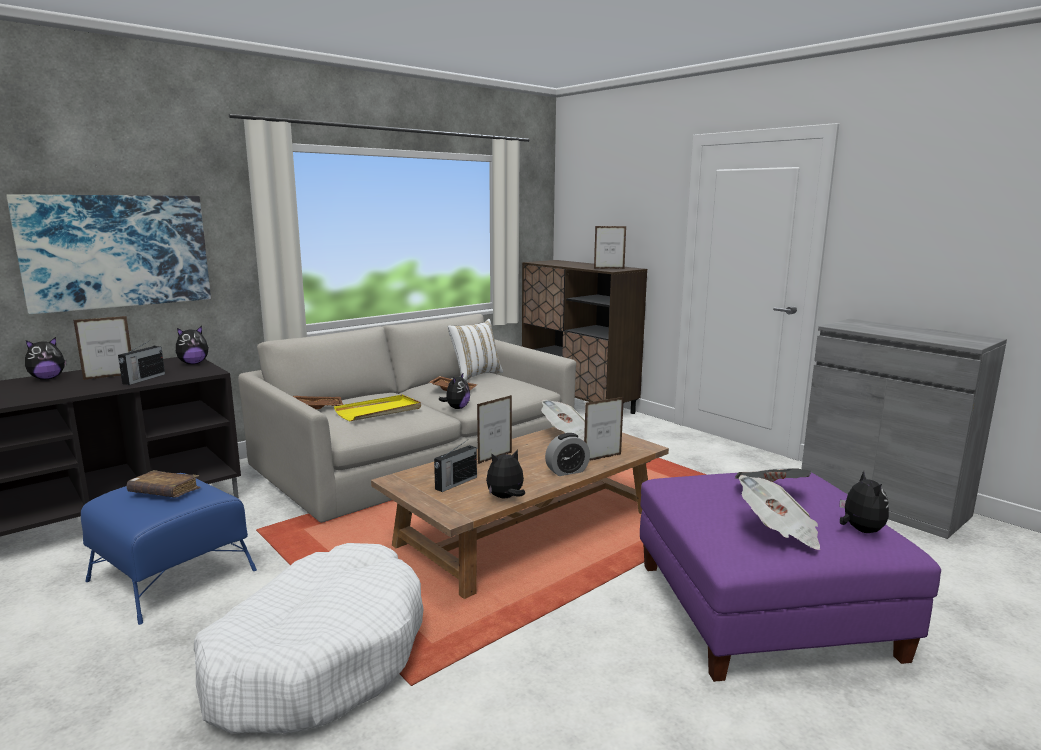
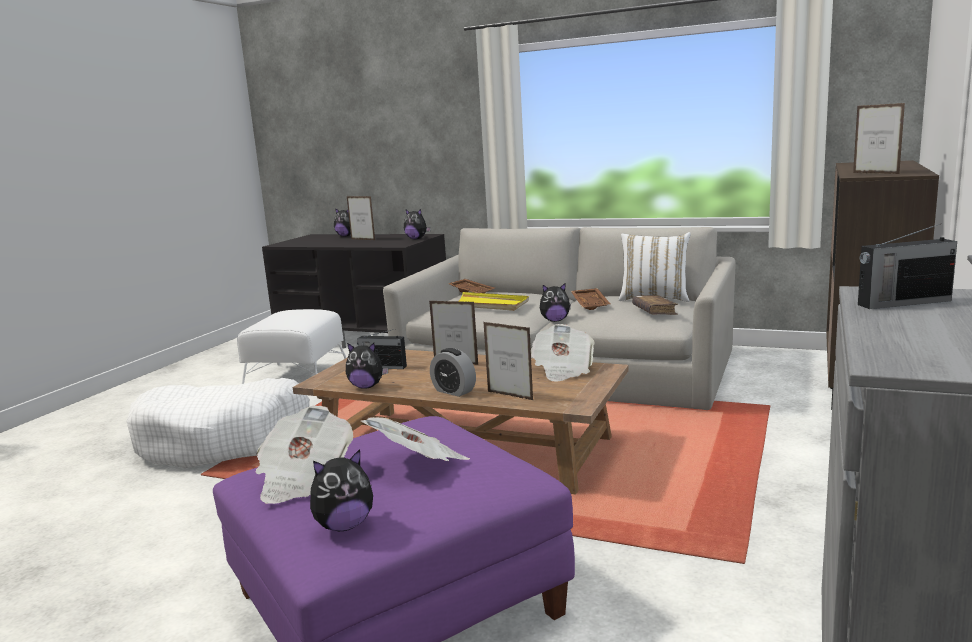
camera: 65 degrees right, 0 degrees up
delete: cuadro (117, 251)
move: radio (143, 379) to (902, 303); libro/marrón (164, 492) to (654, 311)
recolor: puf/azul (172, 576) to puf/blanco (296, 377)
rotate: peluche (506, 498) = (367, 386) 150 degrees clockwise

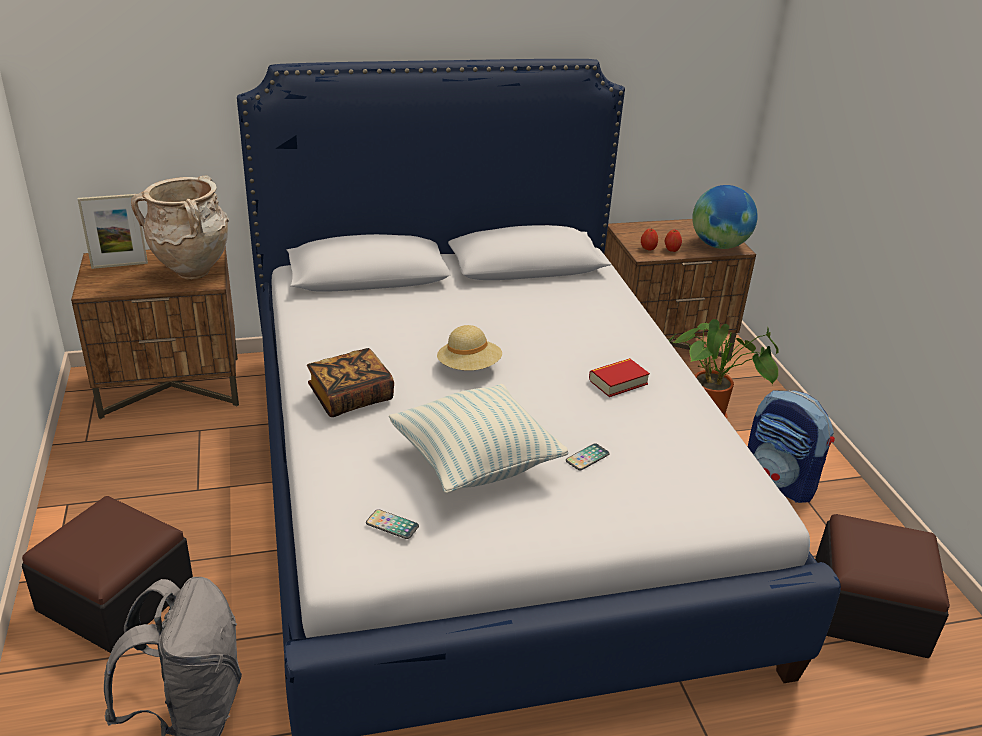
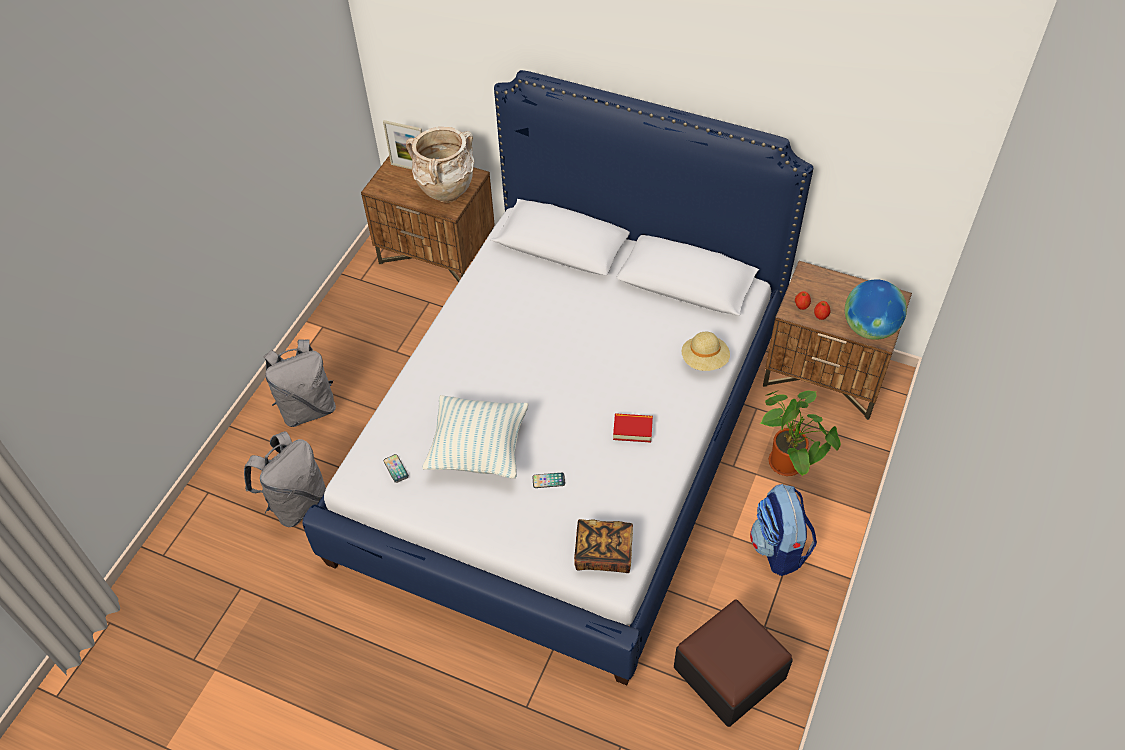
camera: 40 degrees right, 20 degrees up
move: sombrero/beis (469, 368) to (704, 360); libro (351, 397) to (603, 553)
replace: puf (116, 597) to mochila/gris (308, 408)

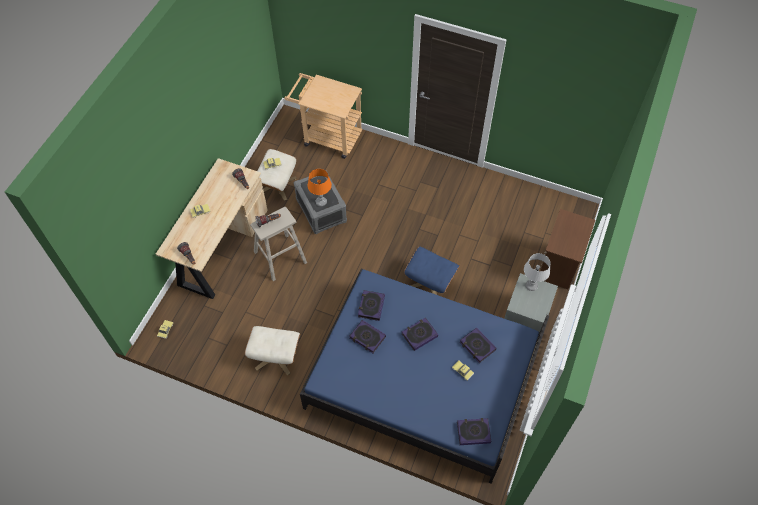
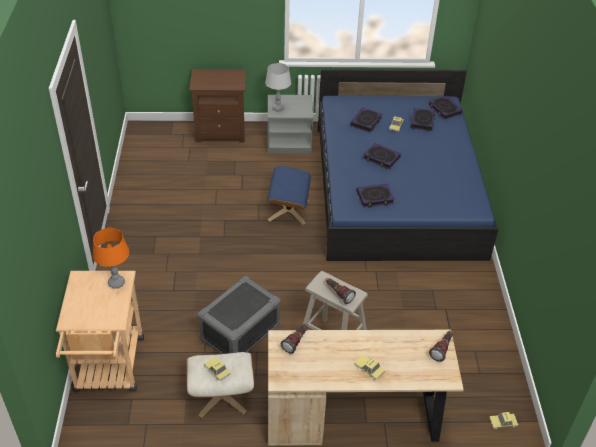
camera: 115 degrees left, 15 degrees down
delete: puf/beis (276, 356)
move: lámpara de mesa/naranja (321, 202) to (116, 283); libro (367, 337) to (422, 121)

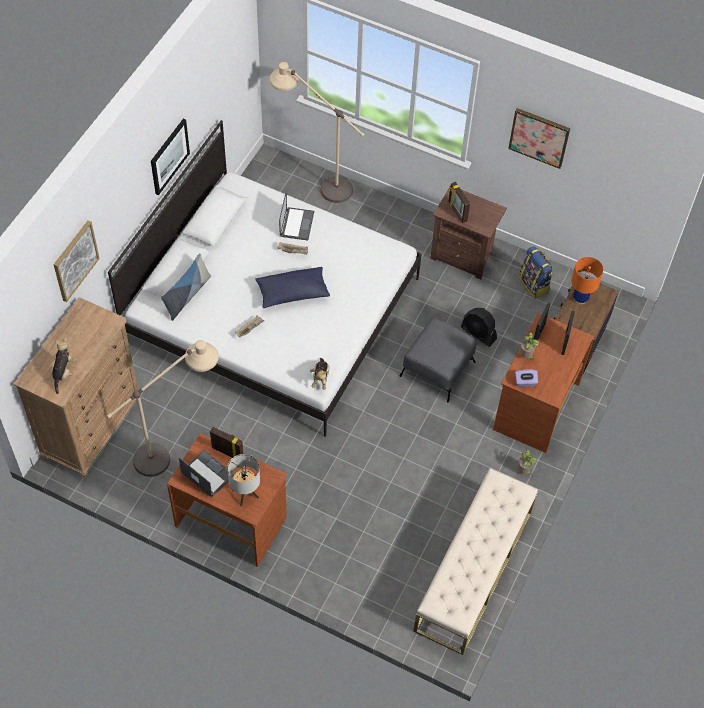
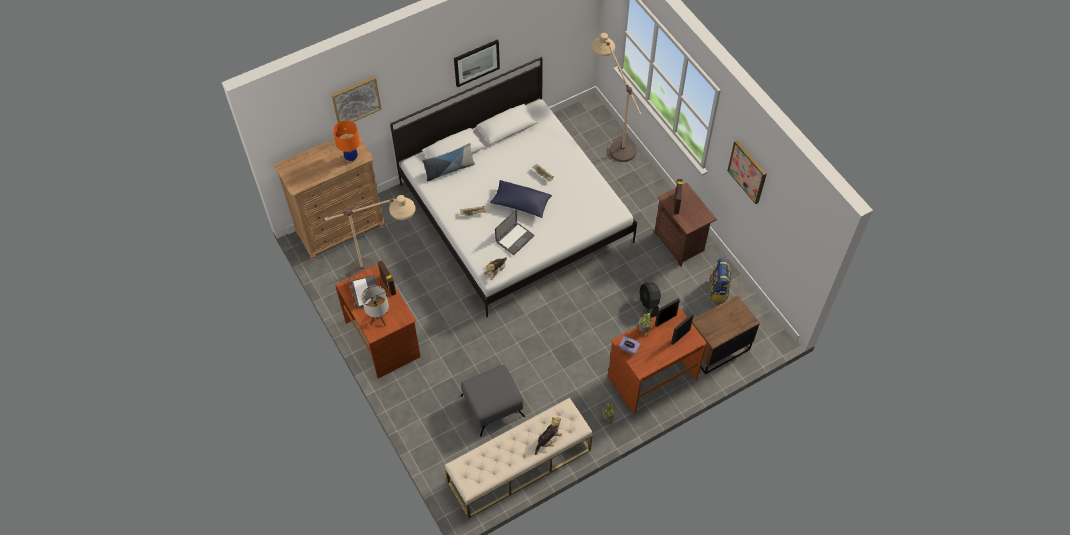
camera: 35 degrees right, 0 degrees up
move: portátil (296, 223) to (515, 238); lámpara de mesa/naranja (580, 299) to (351, 157); puf/gris (437, 369) to (492, 406); peluche (63, 372) to (548, 440)

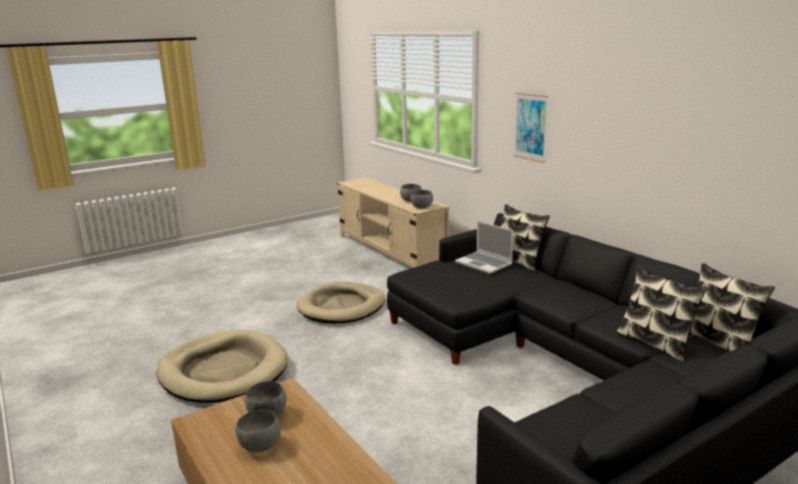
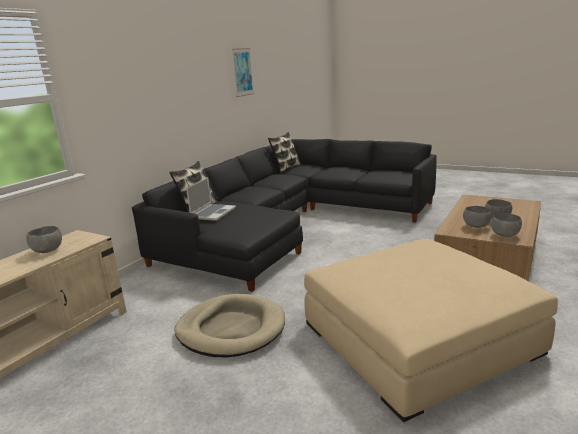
camera: 115 degrees left, 0 degrees up
delete: cojín (655, 343)
move: cuadro (530, 127) to (242, 72); cuenco/gris (422, 208) to (505, 235)
replace: cama para perro/beis (223, 371) to puf/beis (418, 339)

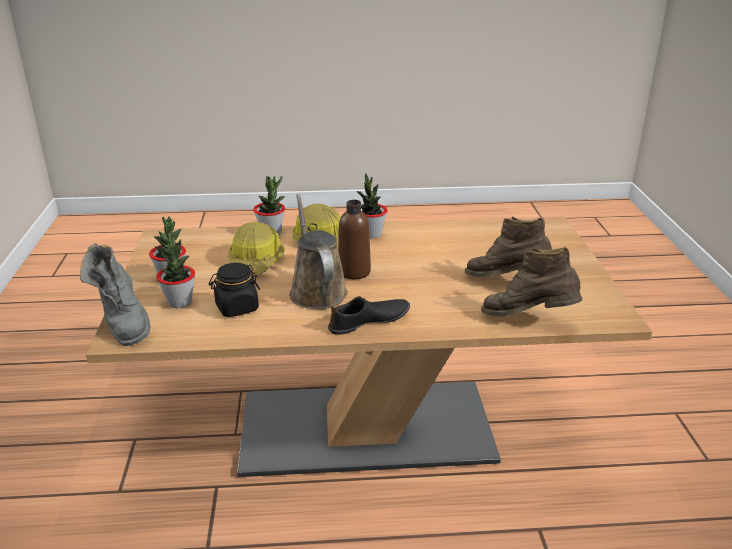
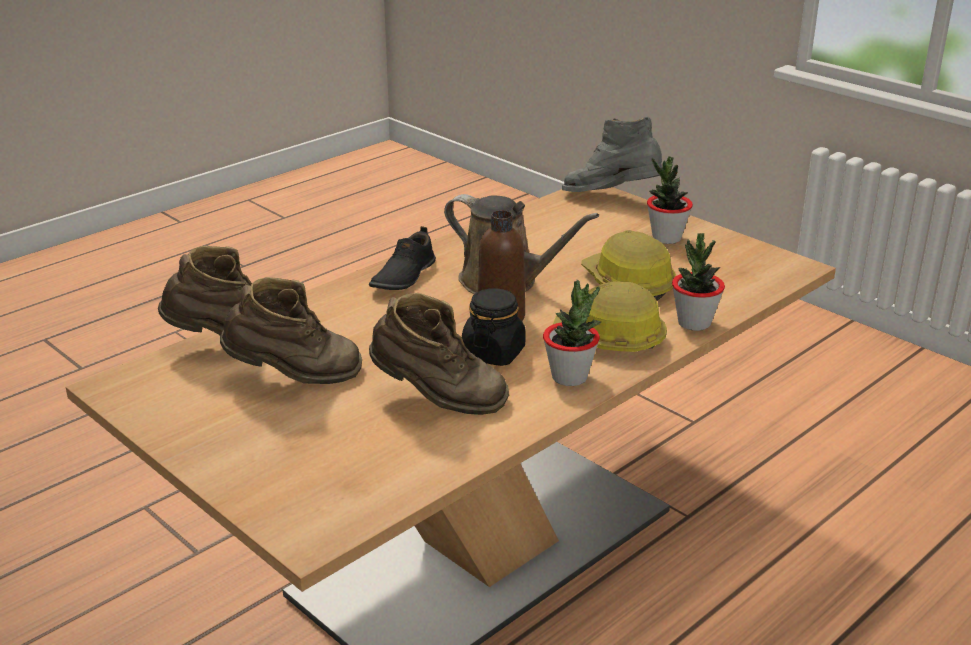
camera: 140 degrees right, 0 degrees up
delete: planta en maceta (180, 302)
insert: bota/marrón (438, 400)
move: tarro/negro (236, 308) to (493, 353)

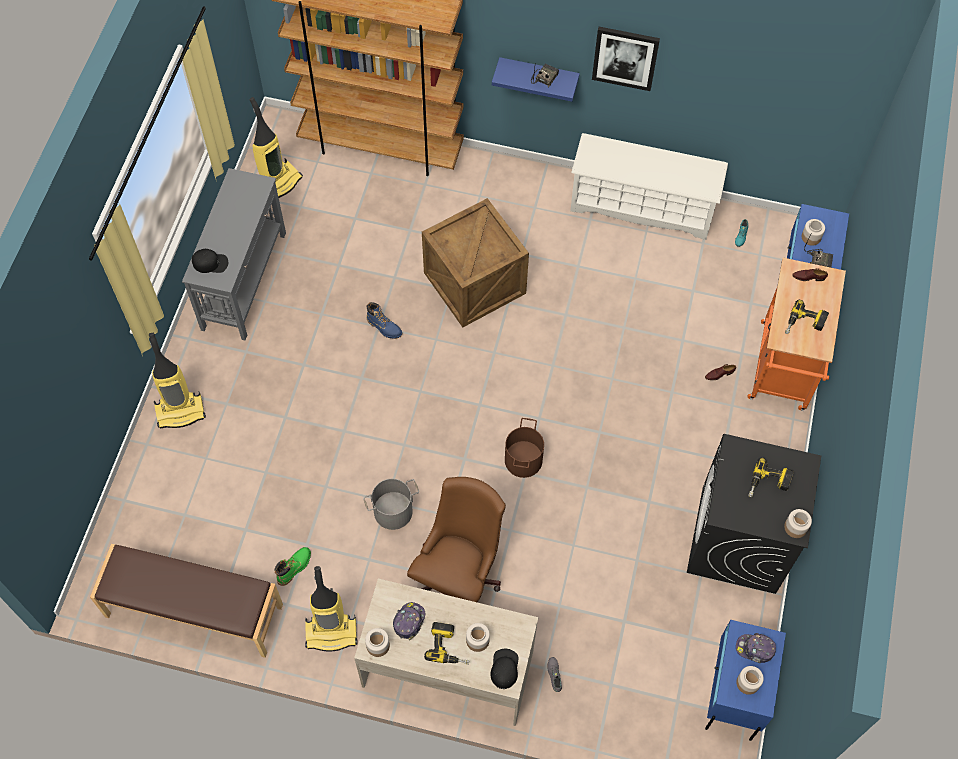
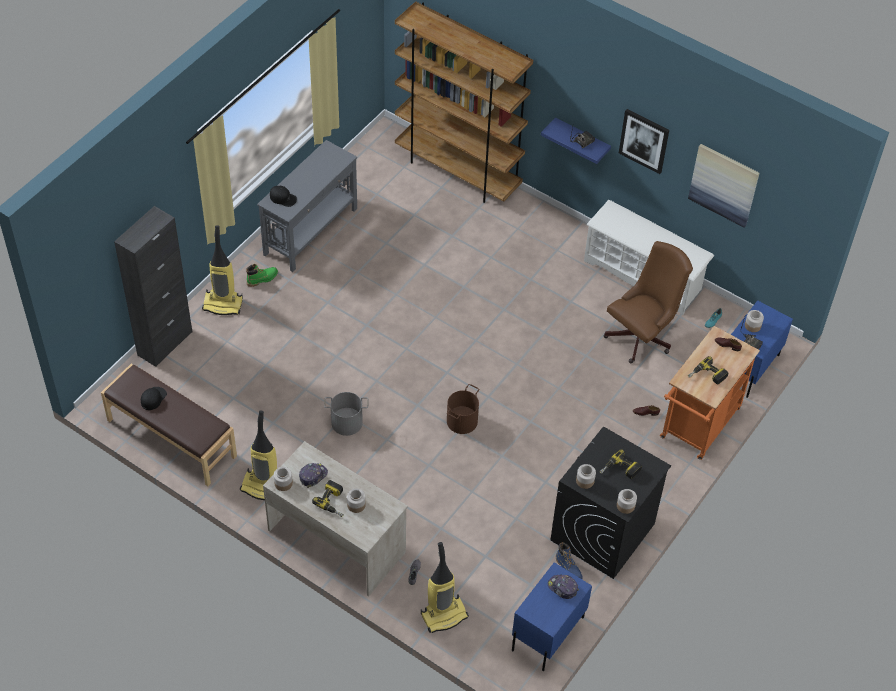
camera: 20 degrees right, 10 degrees down
delete: caja de embalaje (475, 281)
insert: cuadro (724, 184); armario/negro (165, 343)
move: aspiradora (278, 182) to (444, 615); bota/azul (384, 327) to (568, 568); silla de oficina/marrón (459, 574) to (642, 335); bota/verde (294, 567) to (262, 279); gorra/negro (504, 668) to (153, 398); tarro (747, 683) to (584, 481)

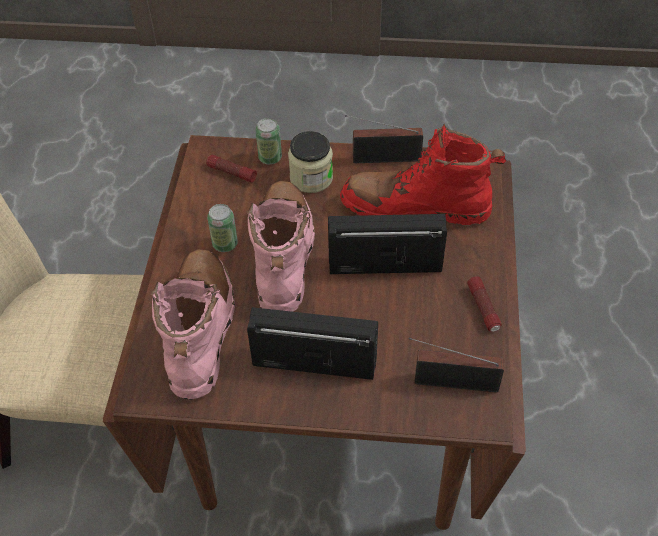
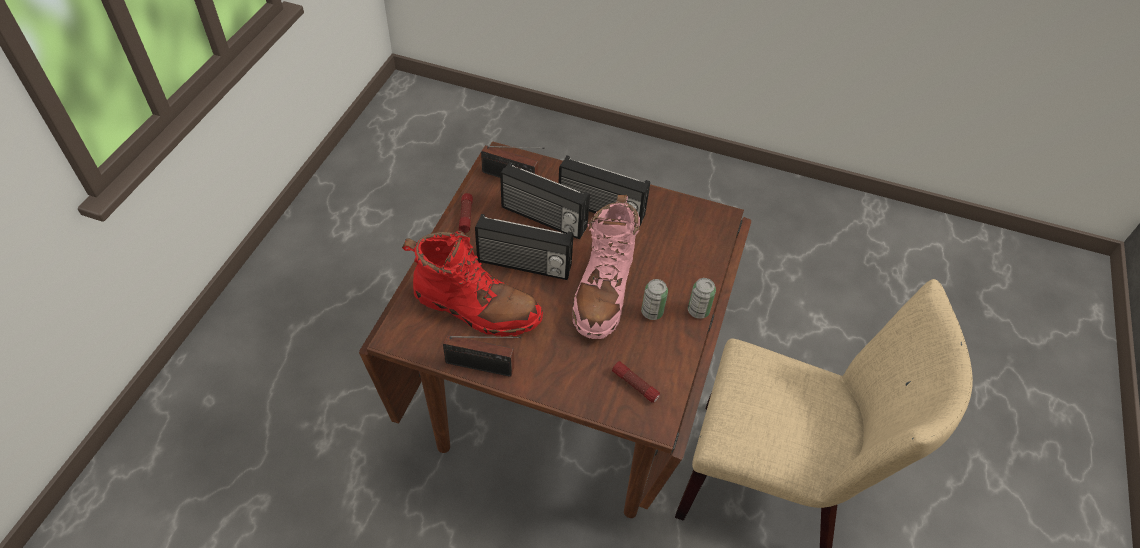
camera: 170 degrees left, 0 degrees up
delete: tarro (311, 178); bota/rosa (201, 330)
insert: radio (543, 219)
move: lata (270, 158) to (698, 311)

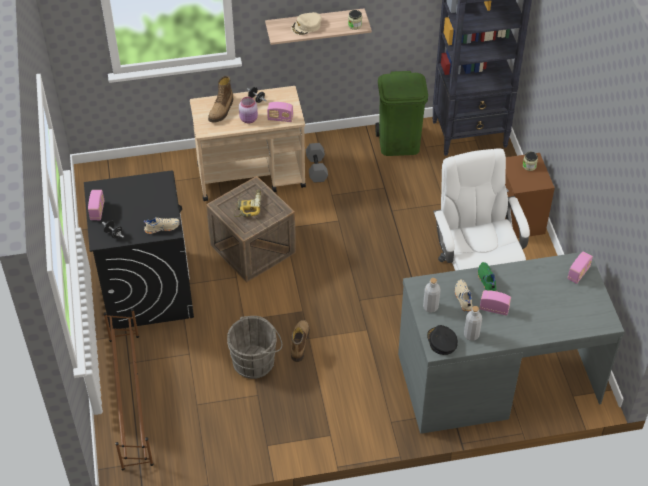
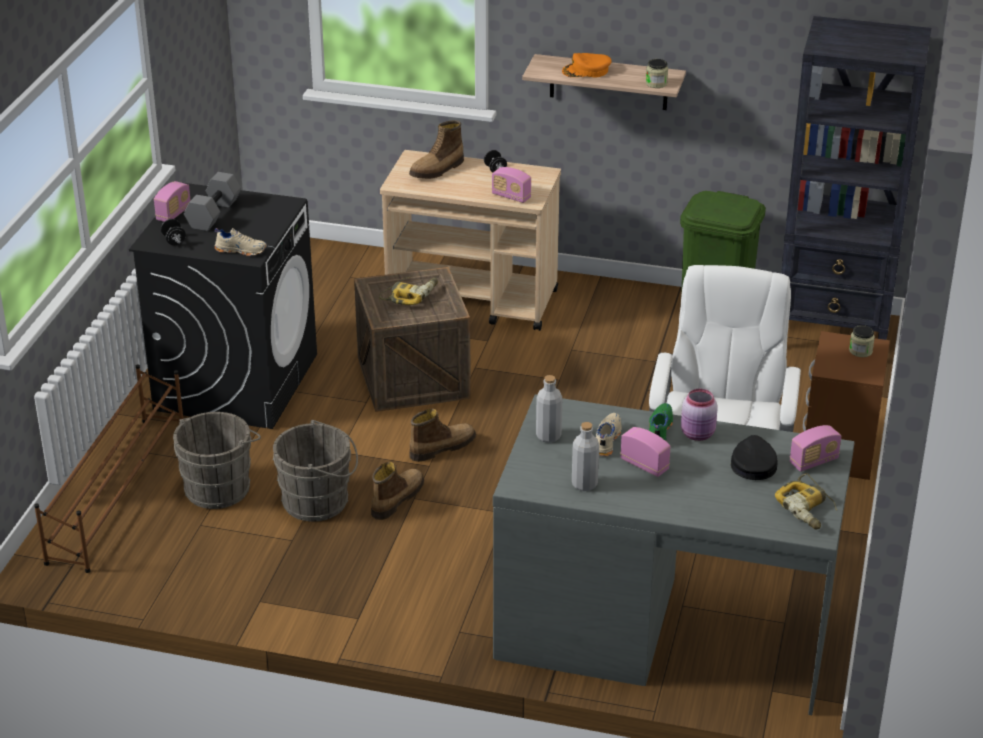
camera: 25 degrees right, 15 degrees down
insert: bota (442, 447); cubo/gris (220, 487); taladro (808, 508)
move: tarro/rosa (249, 119) to (698, 434); mancuerna/gris (317, 168) to (214, 214); gorra/negro (441, 341) to (753, 464)
recolor: gorra/beis (306, 26) to gorra/naranja (586, 71)

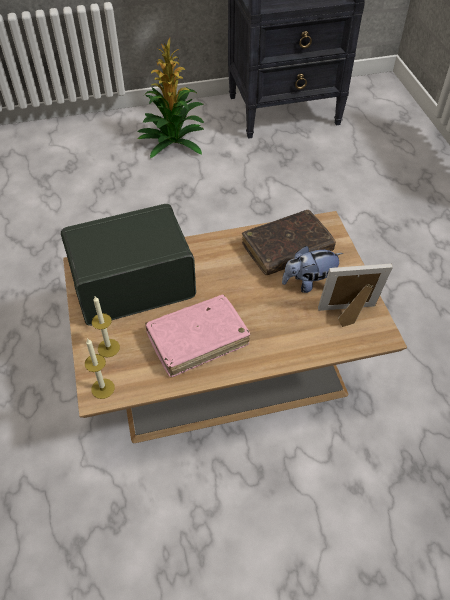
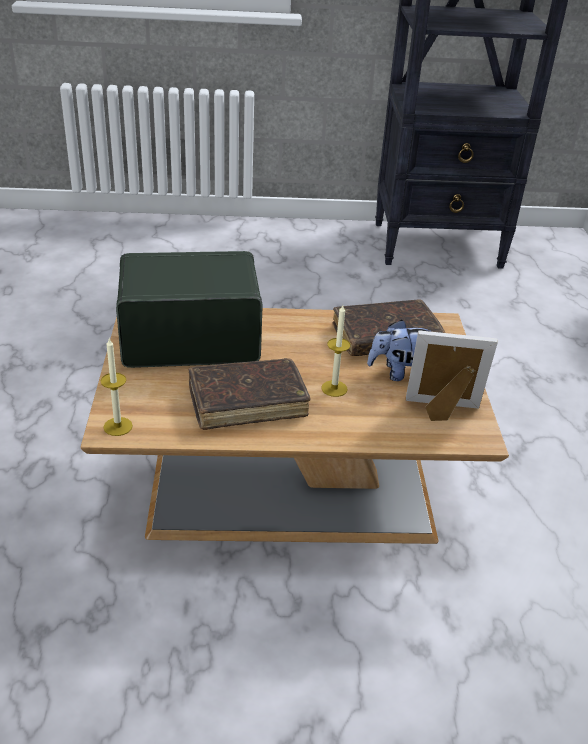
camera: 10 degrees right, 15 degrees down
delete: planta en maceta (173, 140)
move: vela (108, 348) to (334, 388)
recolor: libro/rosa (197, 340) to libro/marrón (247, 402)

